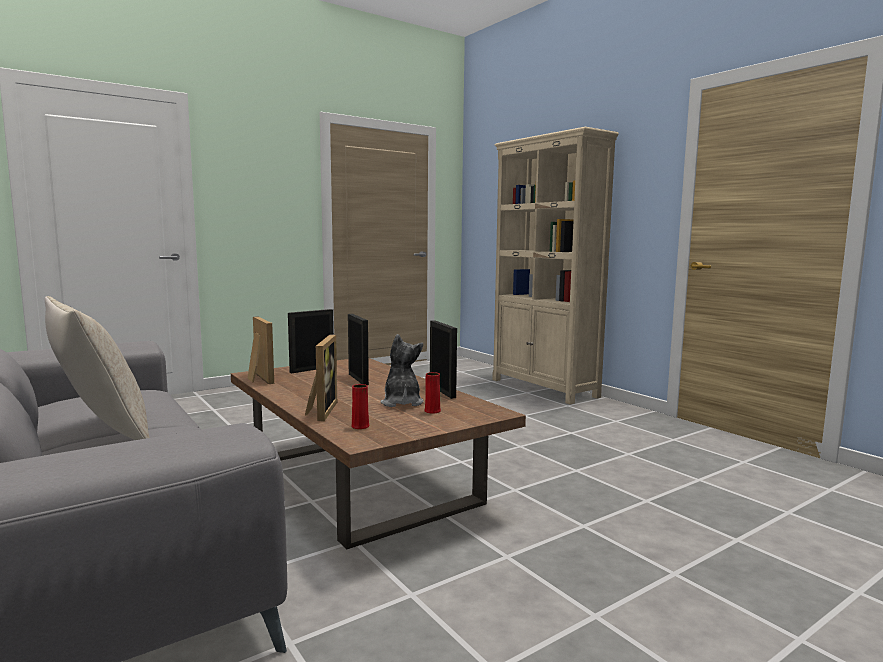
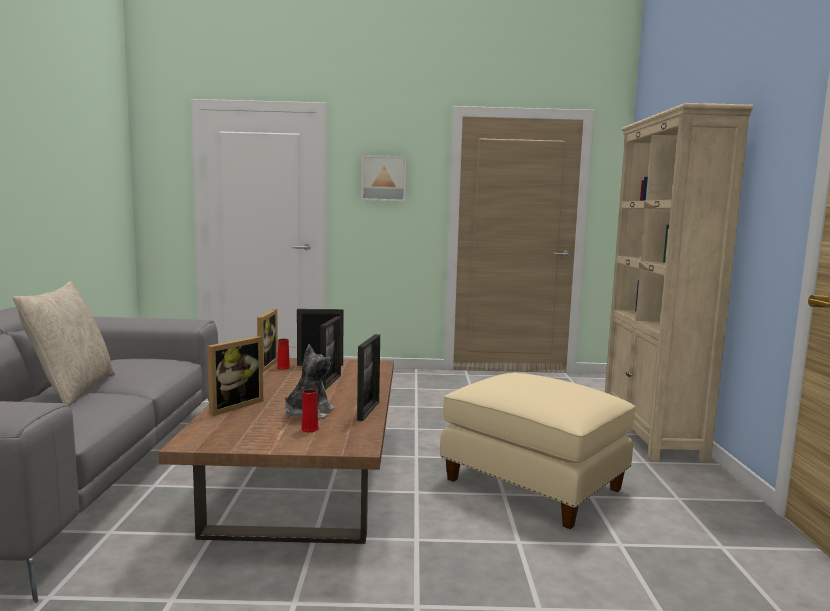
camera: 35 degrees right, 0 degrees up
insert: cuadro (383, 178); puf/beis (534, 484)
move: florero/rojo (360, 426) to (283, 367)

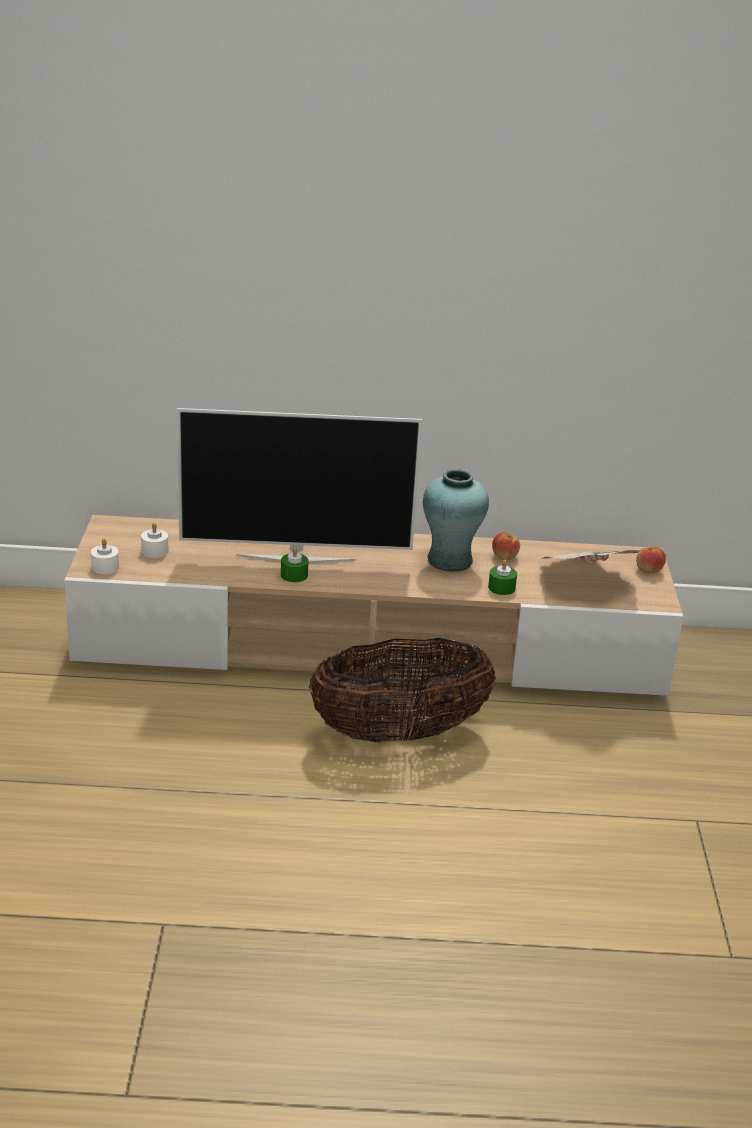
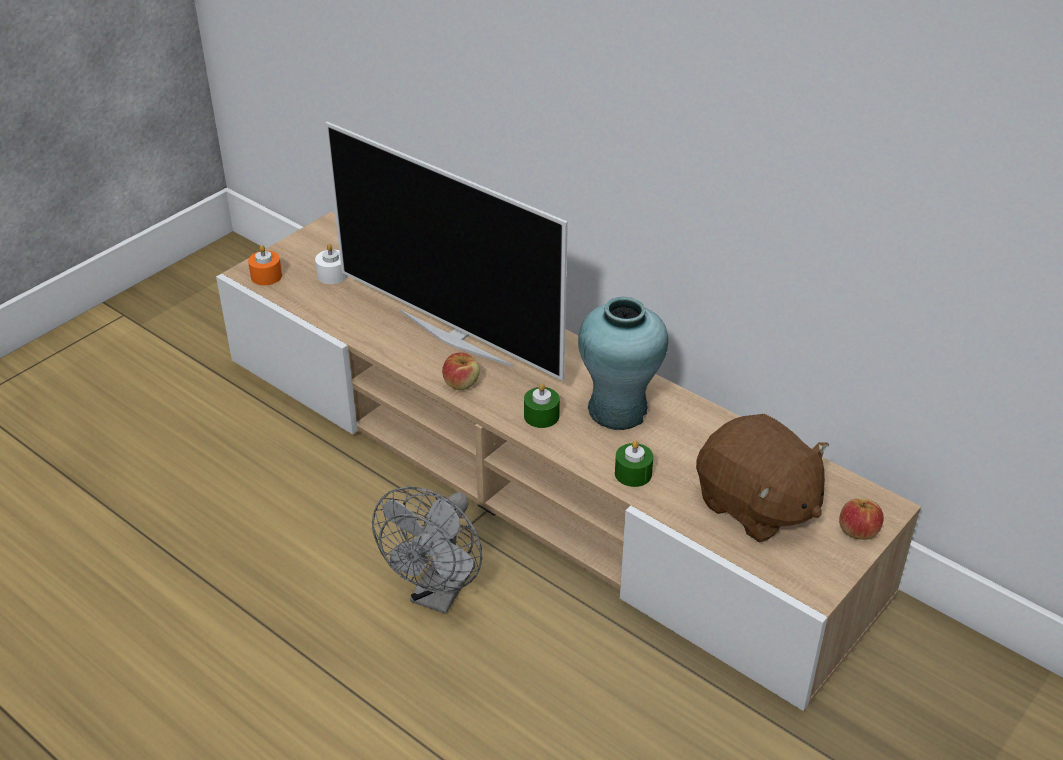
camera: 40 degrees right, 10 degrees up
move: manzana (504, 556) to (461, 383); vela/verde (294, 575) to (541, 416)
replace: periódico (585, 578) to peluche/marrón (756, 506); cesta (399, 733) to ventilador/gris (438, 594)
recolor: vela/blanco (105, 567) to vela/naranja (266, 276)

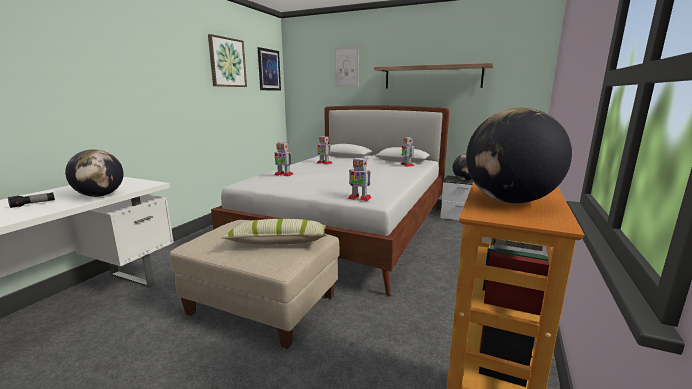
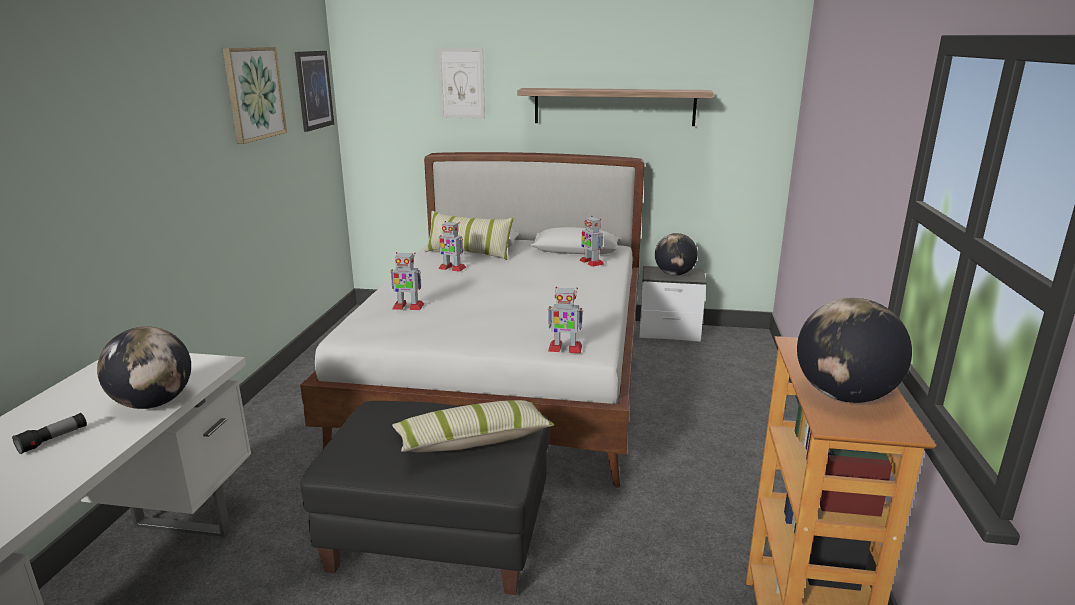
camera: 15 degrees left, 5 degrees up
insert: cojín (468, 253)
recolor: puf/beis (262, 306) to puf/negro (439, 536)

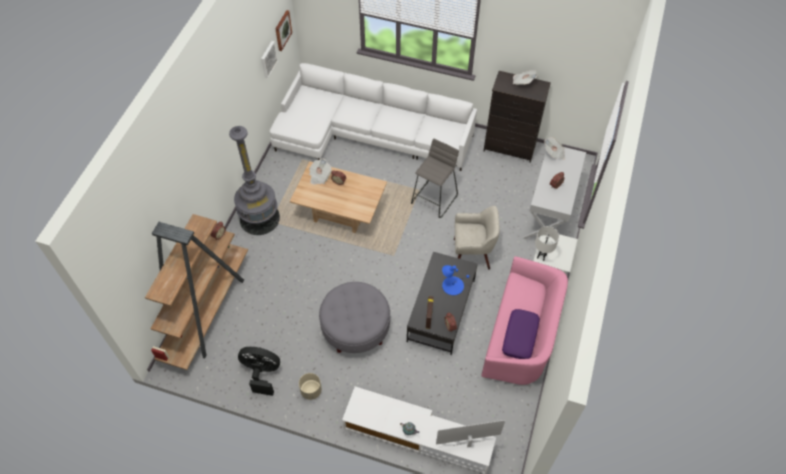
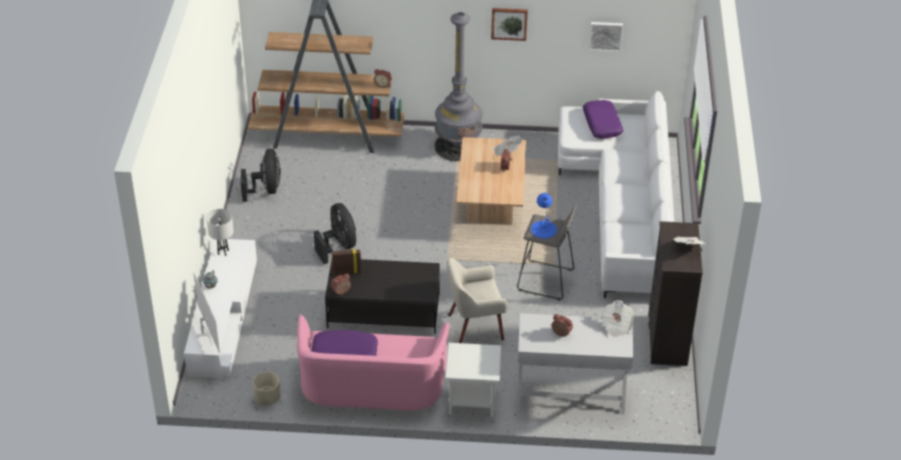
camera: 75 degrees right, 15 degrees down
insert: cojín/morado (602, 124)
move: cuadro (282, 30) to (509, 23); lámpara de mesa/blanco (541, 256) to (223, 252); lámpara de mesa/azul (452, 285) to (544, 229); maceta/beis (311, 391) to (267, 398)
replace: puf/gris (355, 328) to ventilador/negro (338, 246)
rotate: sillón/beis (472, 254) = (474, 326) 90 degrees clockwise

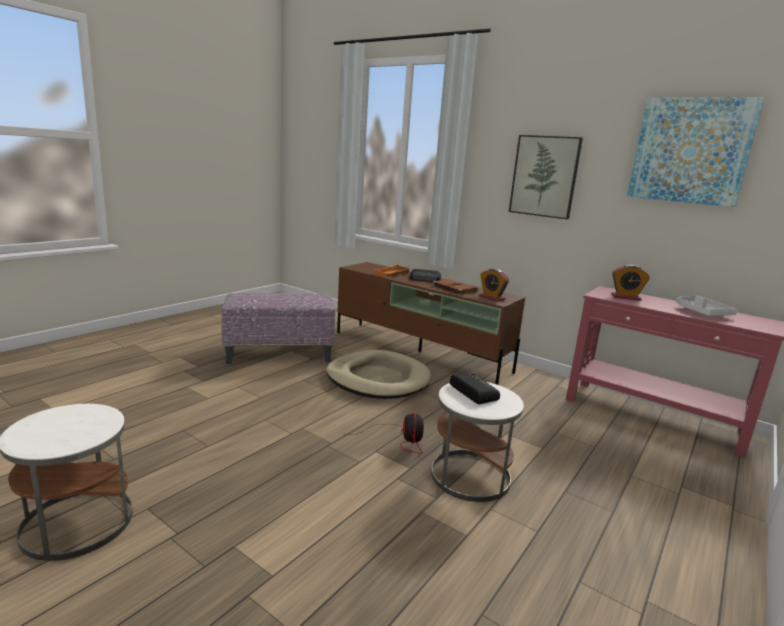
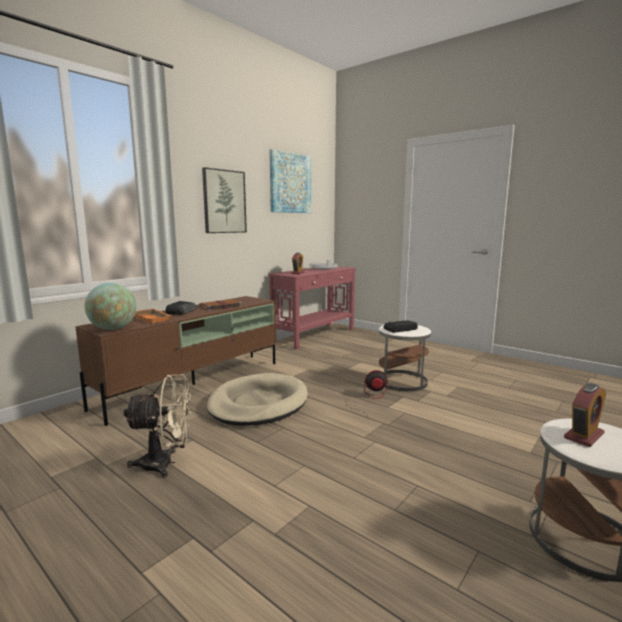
camera: 85 degrees left, 5 degrees down
insert: globo terráqueo (113, 329)
move: despertador (491, 298) to (584, 436)
replace: puf (280, 353) to ventilador/beis (165, 463)

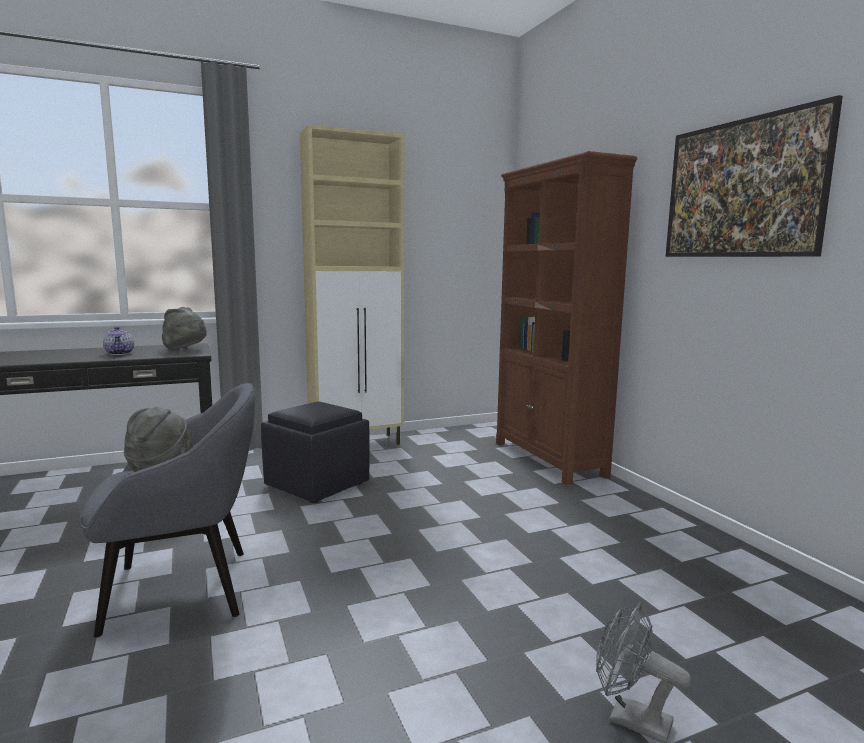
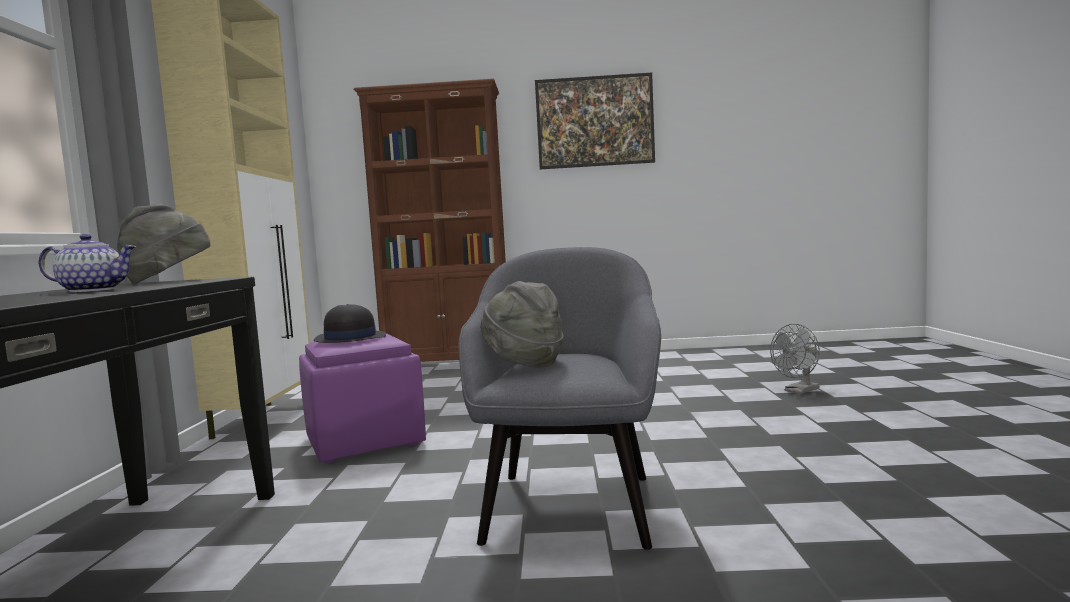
camera: 65 degrees left, 5 degrees down
insert: sombrero/negro (349, 338)
recolor: puf/negro (318, 484) to puf/morado (365, 440)

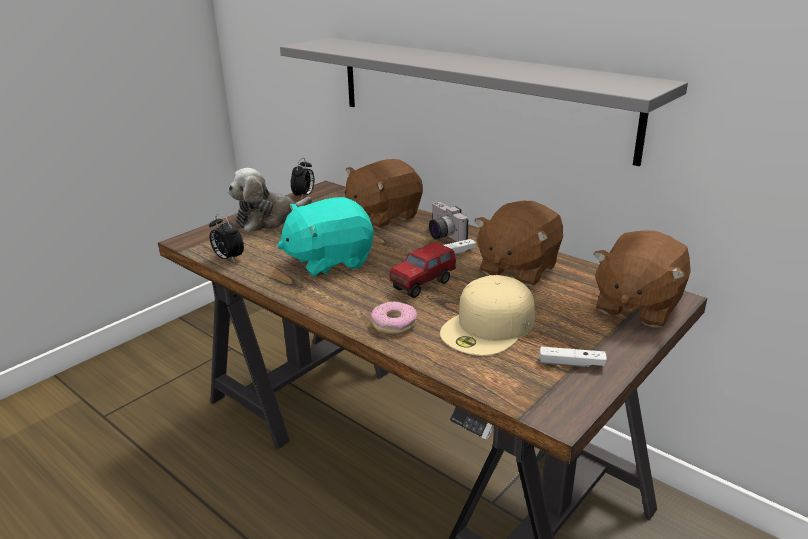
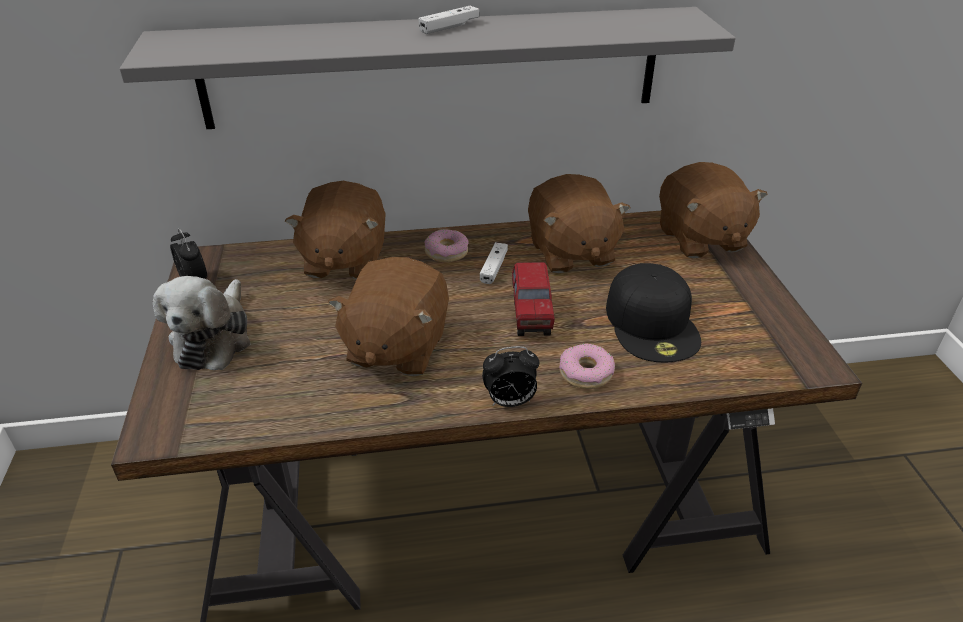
camera: 50 degrees left, 10 degrees up
move: despertador (228, 258) to (509, 402); mando de consola/blanco (571, 364) to (449, 27)
replace: cámara (442, 235) to rosquilla (446, 252)
recolor: peluche/turquesa (329, 261) to peluche/marrón (396, 347); gorra/beis (489, 327) to gorra/negro (653, 323)

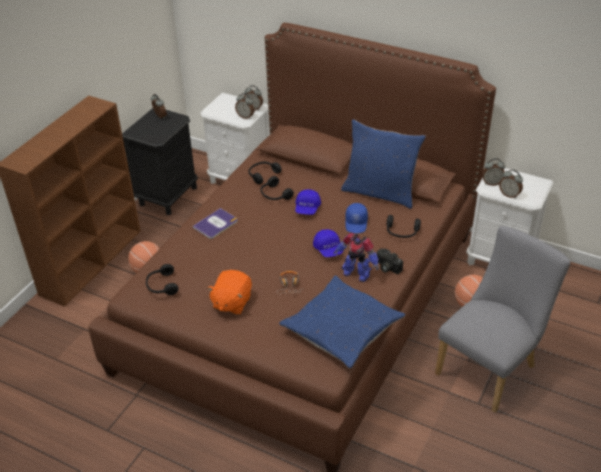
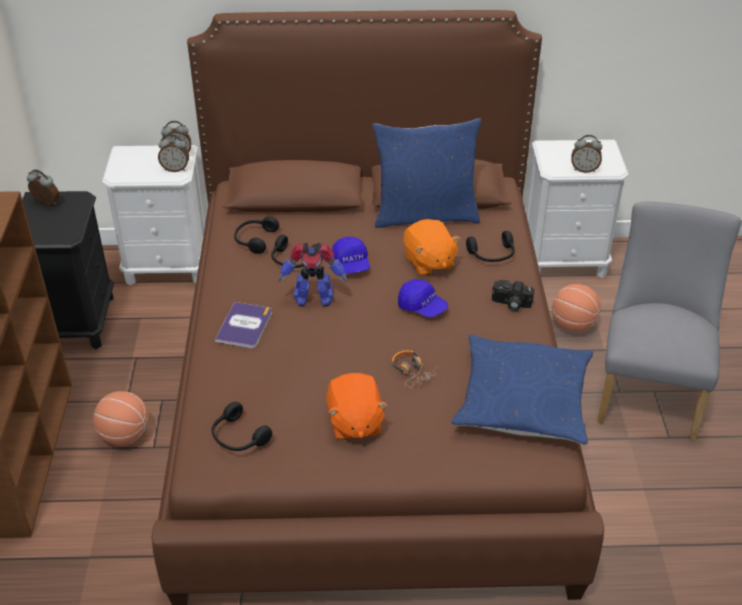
camera: 30 degrees left, 0 degrees up
delete: despertador (492, 183)
move: robot de juguete (356, 273) to (313, 299)
replace: gorra/azul (356, 223) to peluche/naranja (428, 262)

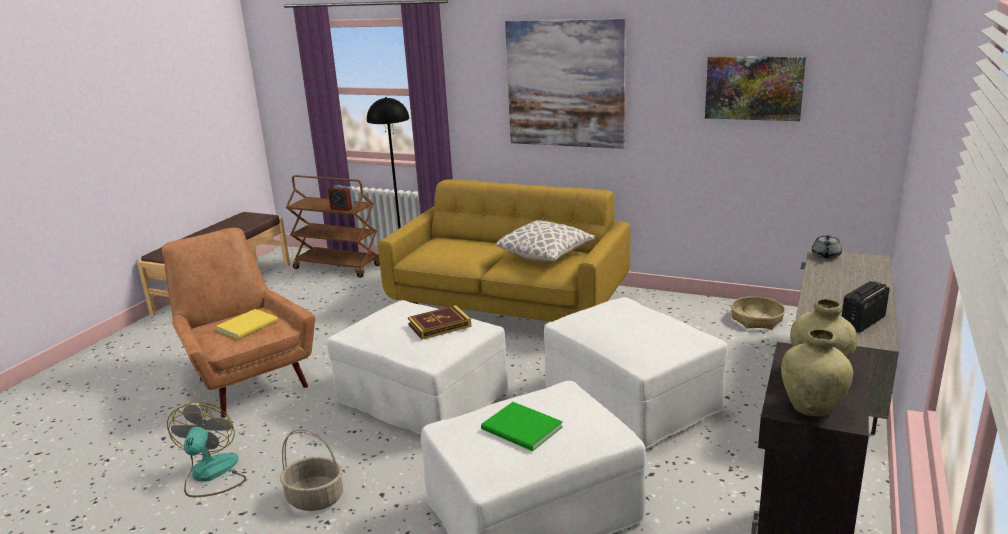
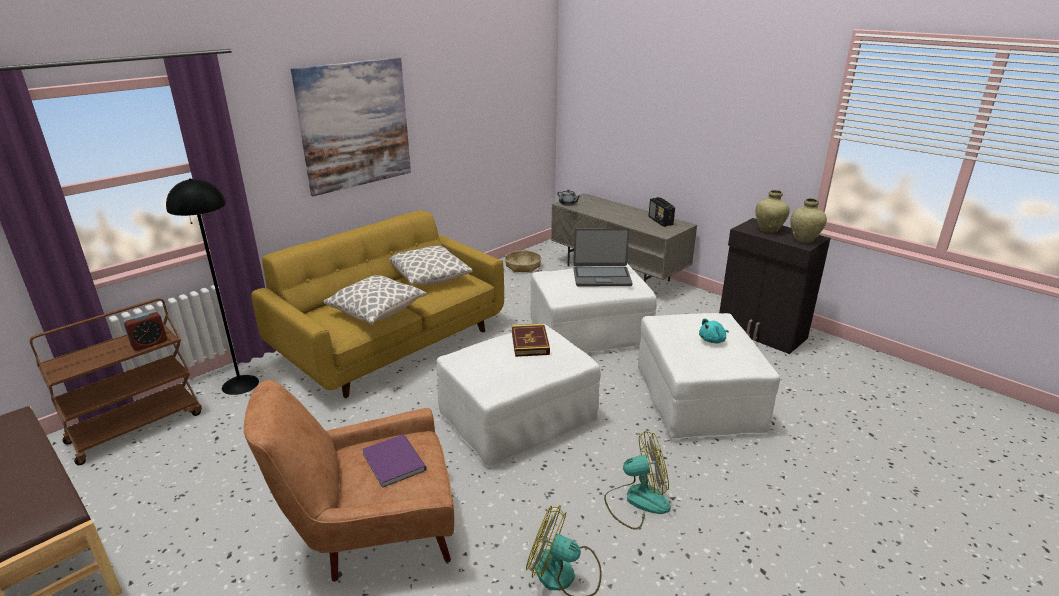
camera: 70 degrees left, 5 degrees up
delete: cuadro (754, 88)
insert: portátil (601, 277); cojín (377, 312)
replace: libro/verde (522, 430) to peluche/turquesa (713, 340); cesta (316, 498) to ventilador (636, 501)
recolor: libro/amarillo (249, 325) to libro/morado (394, 460)

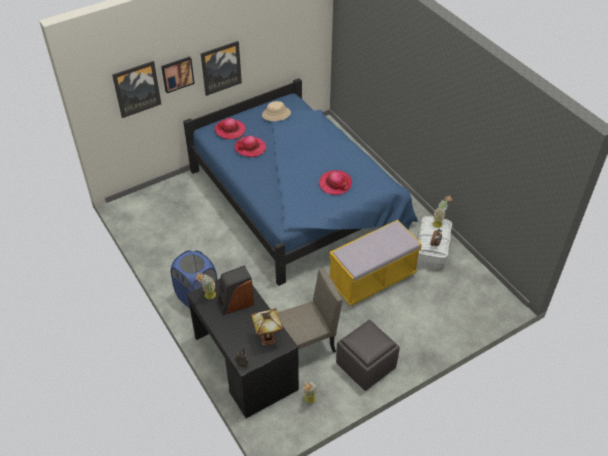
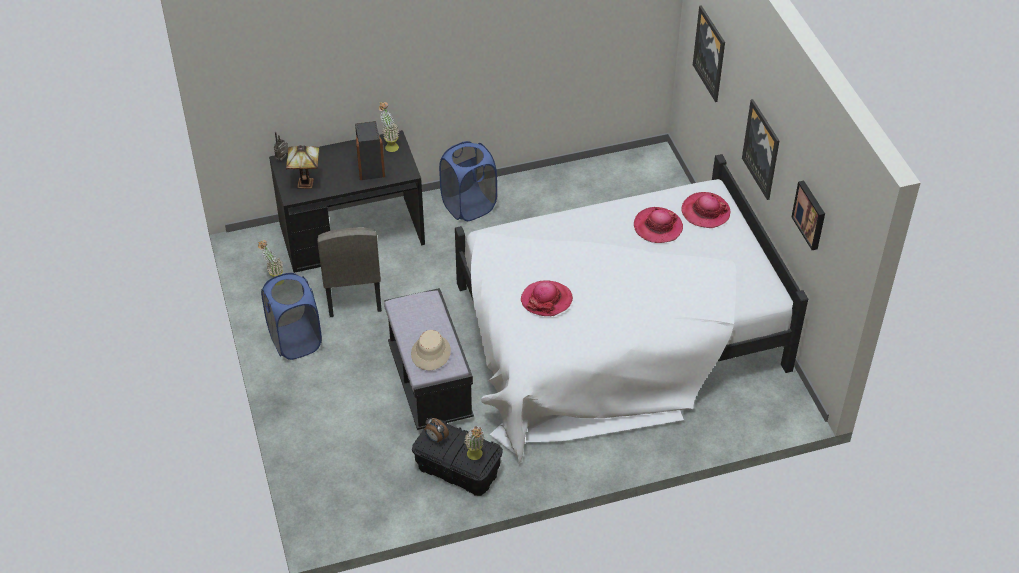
camera: 105 degrees right, 0 degrees up
move: cuadro (177, 74) to (810, 214); sombrero/beis (276, 114) to (430, 353)
replace: puf/gris (366, 366) to cesto de la ropa/azul (295, 340)
recolor: cama/azul (298, 200) to cama/blanco (616, 335); caja de almacenaje/blanco (431, 250) to caja de almacenaje/negro (458, 469); banco/amarillo (372, 279) to banco/negro (430, 383)

